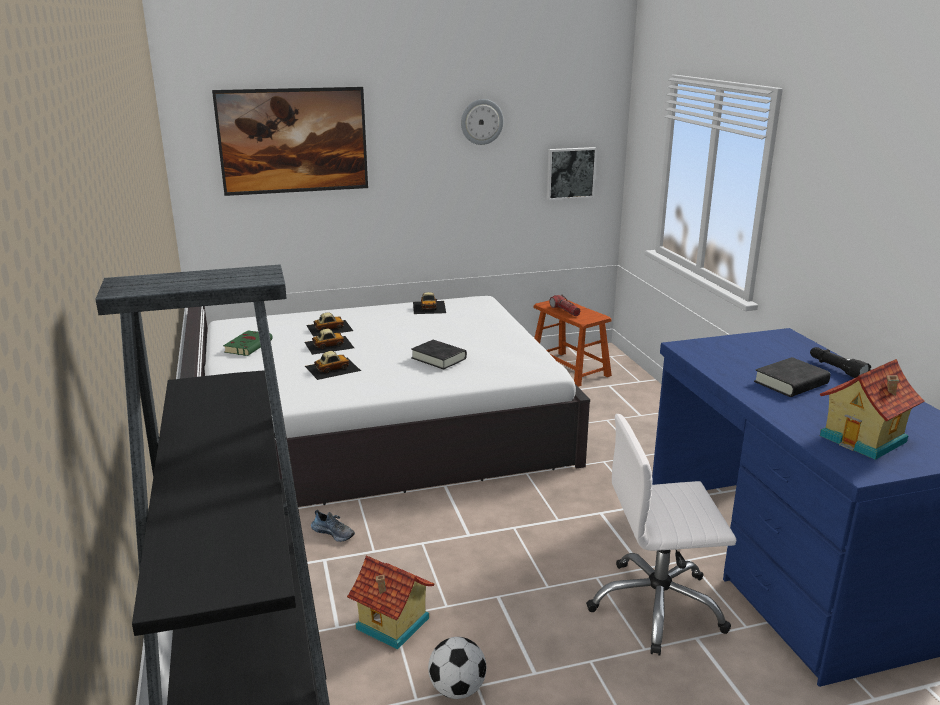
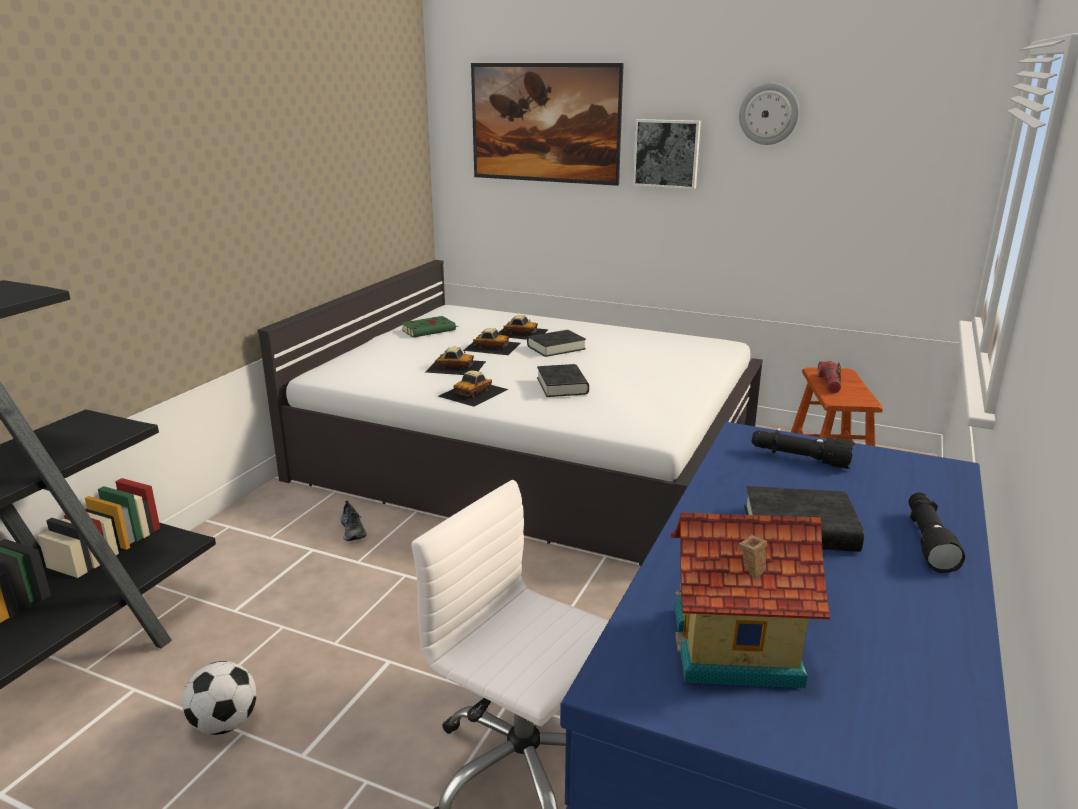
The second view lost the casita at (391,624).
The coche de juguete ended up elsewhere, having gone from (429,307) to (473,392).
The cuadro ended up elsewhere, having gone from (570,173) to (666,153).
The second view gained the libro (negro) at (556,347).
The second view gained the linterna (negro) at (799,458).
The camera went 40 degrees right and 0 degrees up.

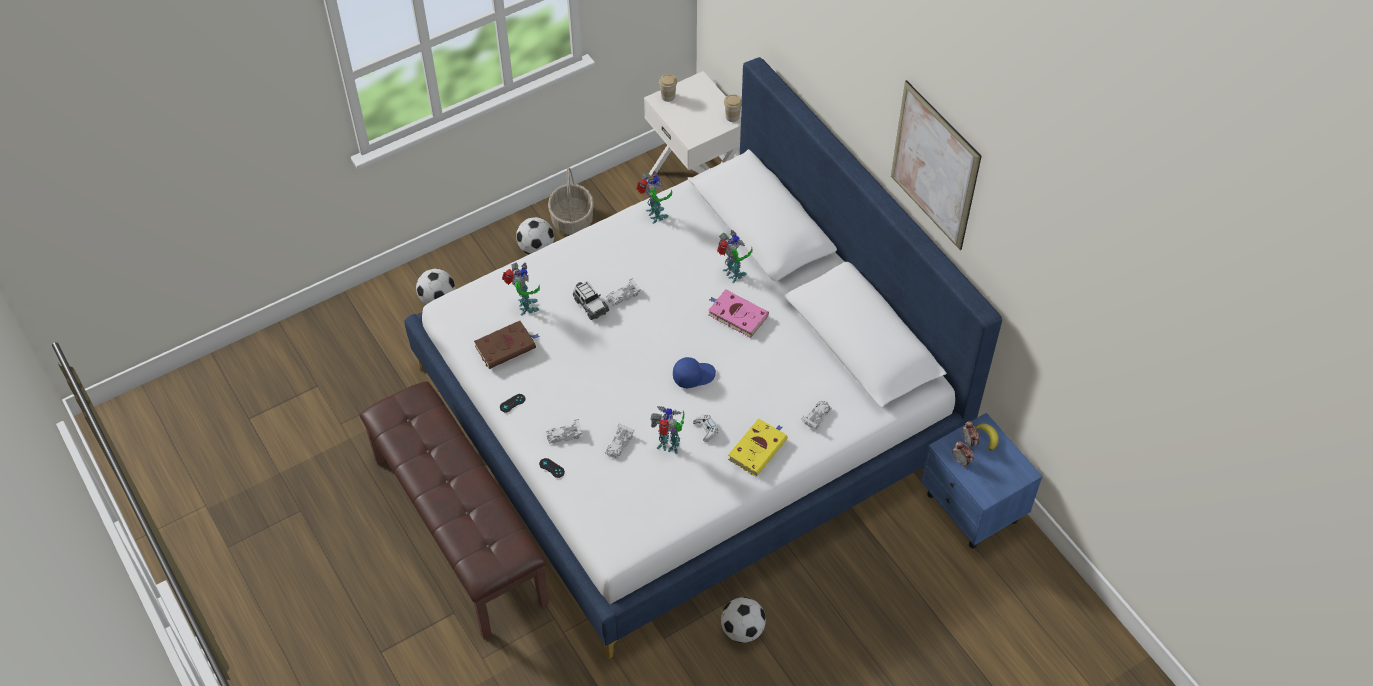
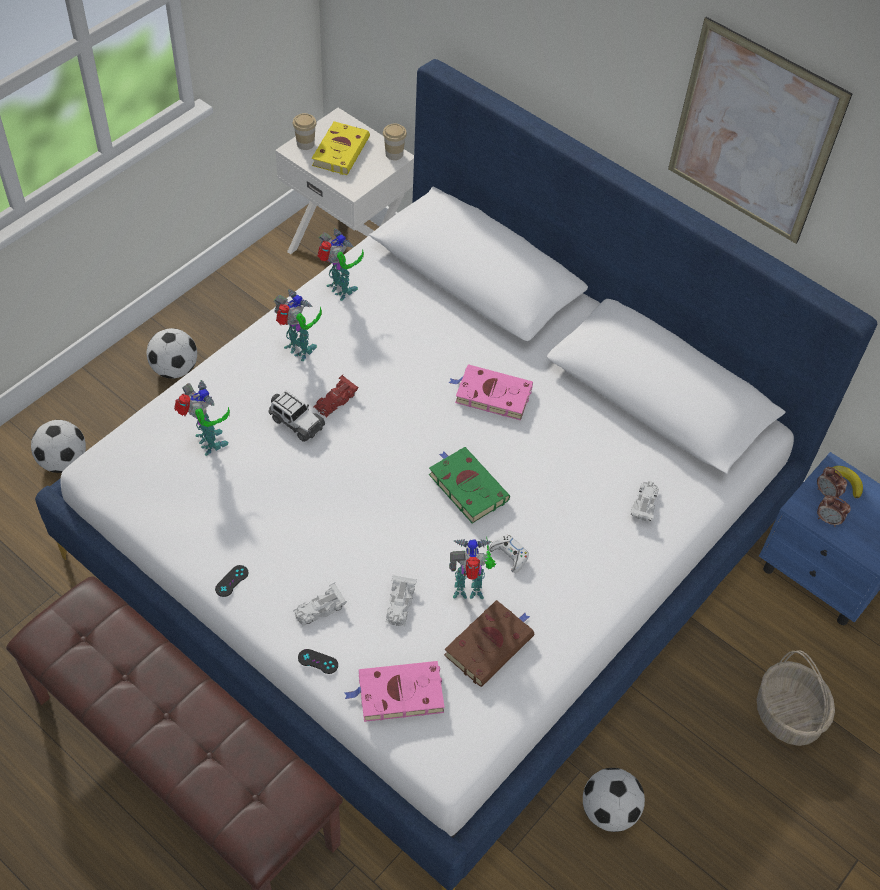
The libro (marrón) ended up elsewhere, having gone from (506,346) to (490,644).
The cesta ended up elsewhere, having gone from (572,220) to (788,715).
What was the coche de juguete (blanco) at (623,296) turned into the coche de juguete (rojo) at (335,400).
Where the gorra (azul) stood at (693,375), the libro (verde) came to stand at (466,486).
The robot de juguete ended up elsewhere, having gone from (732,275) to (299,351).
The libro (amarillo) ended up elsewhere, having gone from (758,448) to (341,150).
The second view gained the libro (rosa) at (398,694).
The camera went 20 degrees left and 0 degrees up.

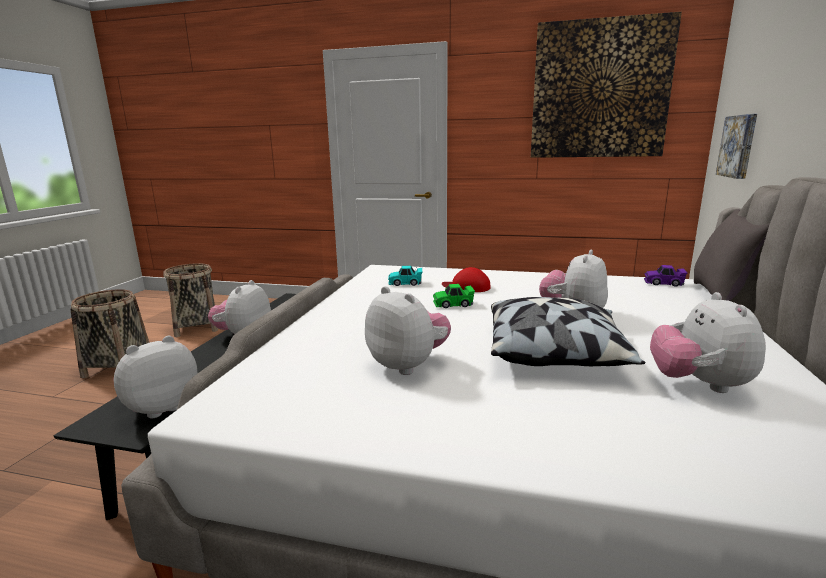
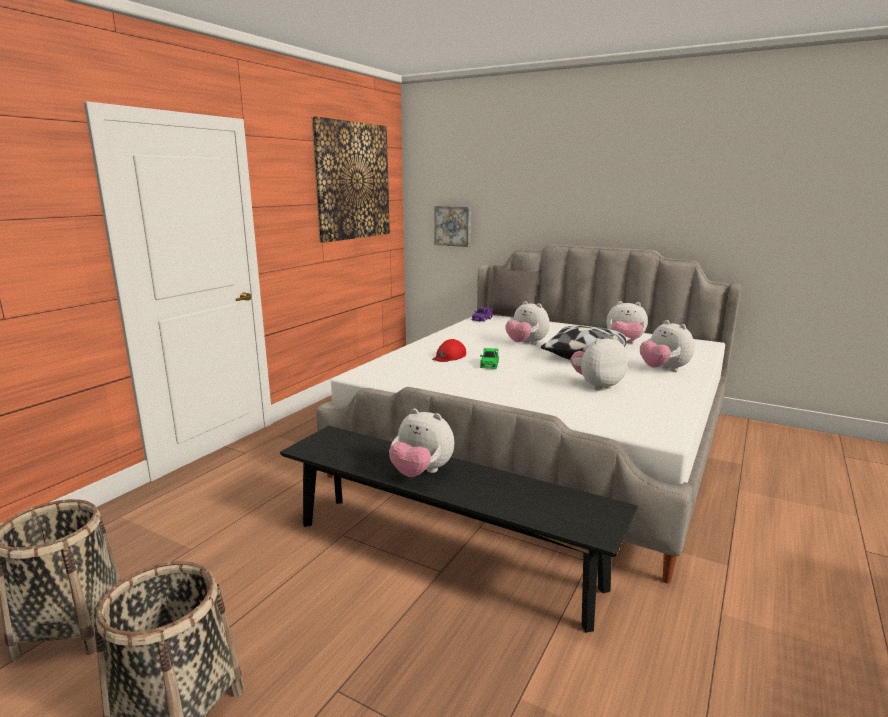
The peluche ended up elsewhere, having gone from (161,407) to (664,369).
The second view lost the coche de juguete (turquesa) at (405,283).
The camera went 75 degrees left and 0 degrees up.

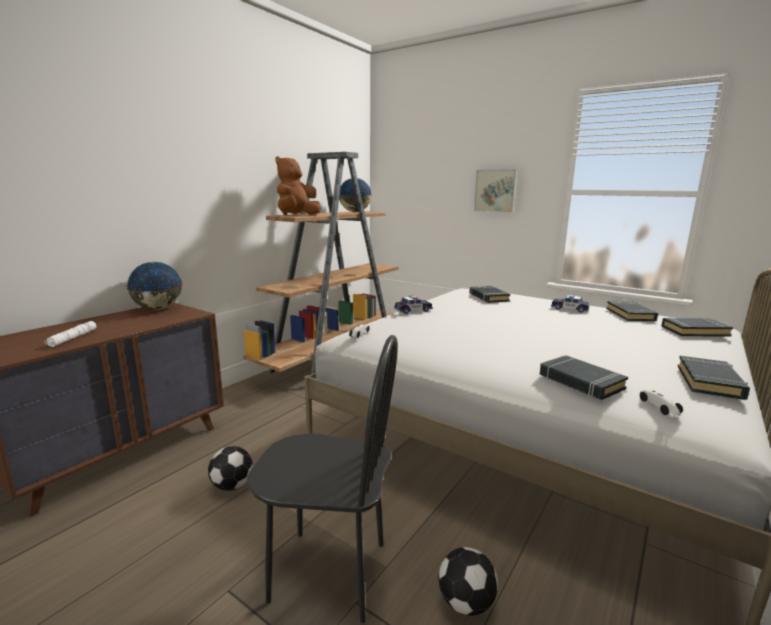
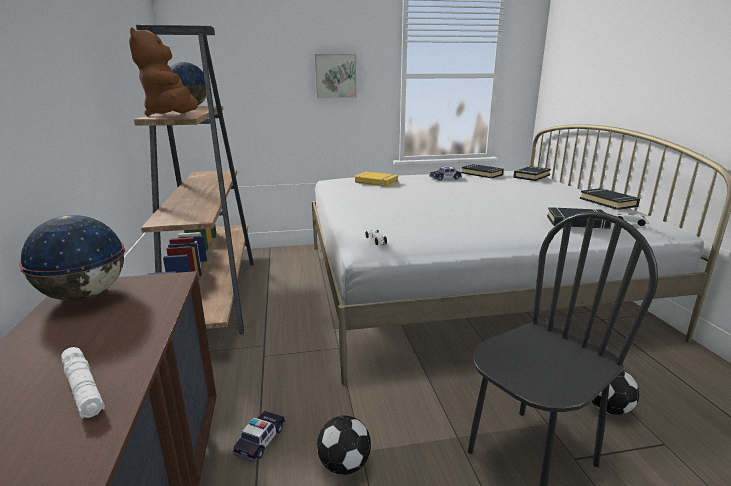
The coche de juguete ended up elsewhere, having gone from (413,310) to (260,440).
What was the libro (negro) at (488,297) turned into the libro (amarillo) at (376,182).
The camera went 45 degrees left and 5 degrees up.

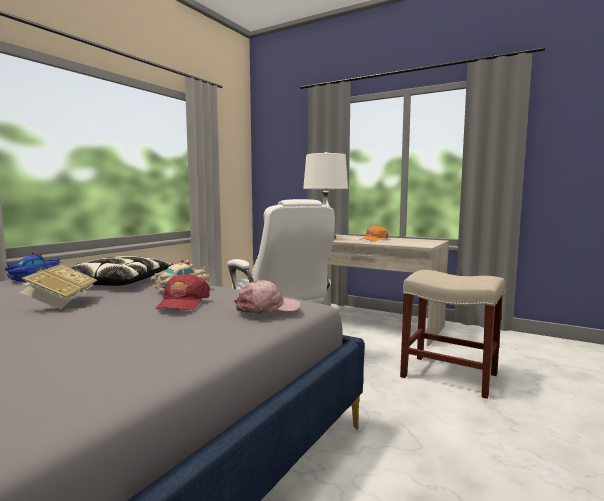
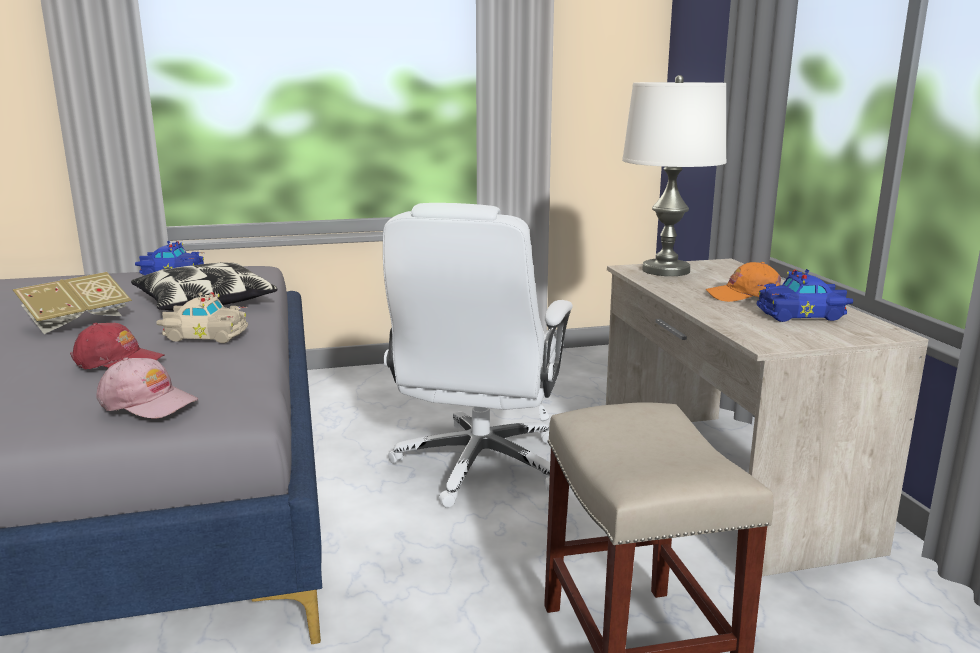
The gorra (rojo) at (183,303) ended up facing another way, 135 degrees counterclockwise from before.
The second view gained the coche de juguete (azul) at (802,315).
The camera went 45 degrees right and 10 degrees up.

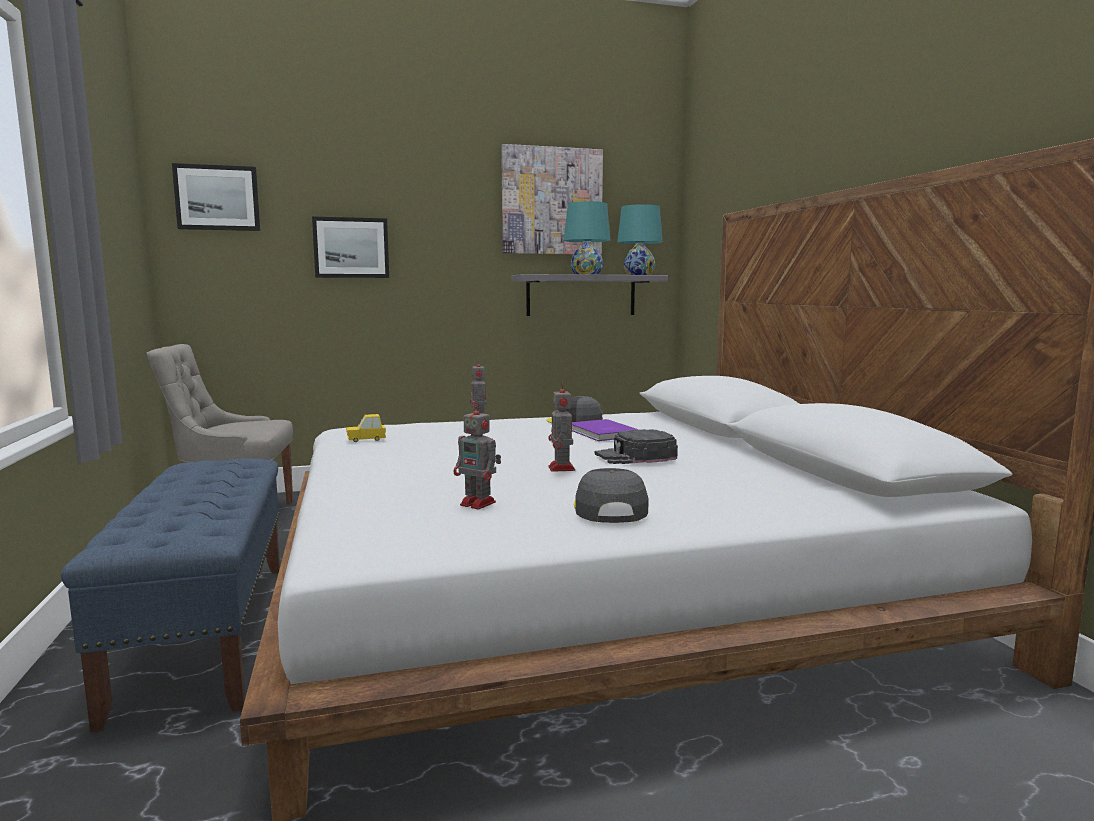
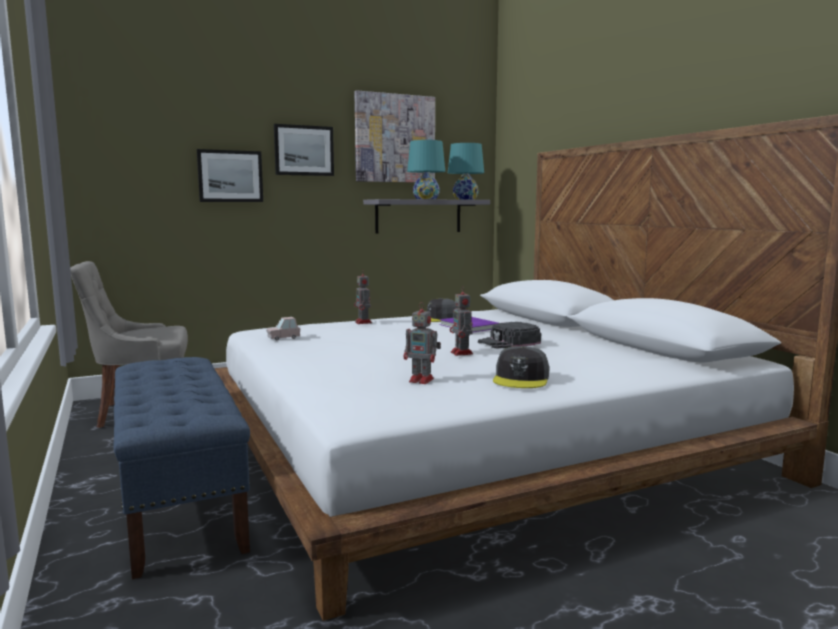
The cuadro ended up elsewhere, having gone from (217,198) to (304,150).
What was the coche de juguete (amarillo) at (366,439) turned into the coche de juguete (rosa) at (283,338).
The gorra (gris) at (609,509) ended up facing another way, 150 degrees counterclockwise from before.
The camera went 10 degrees left and 0 degrees up.

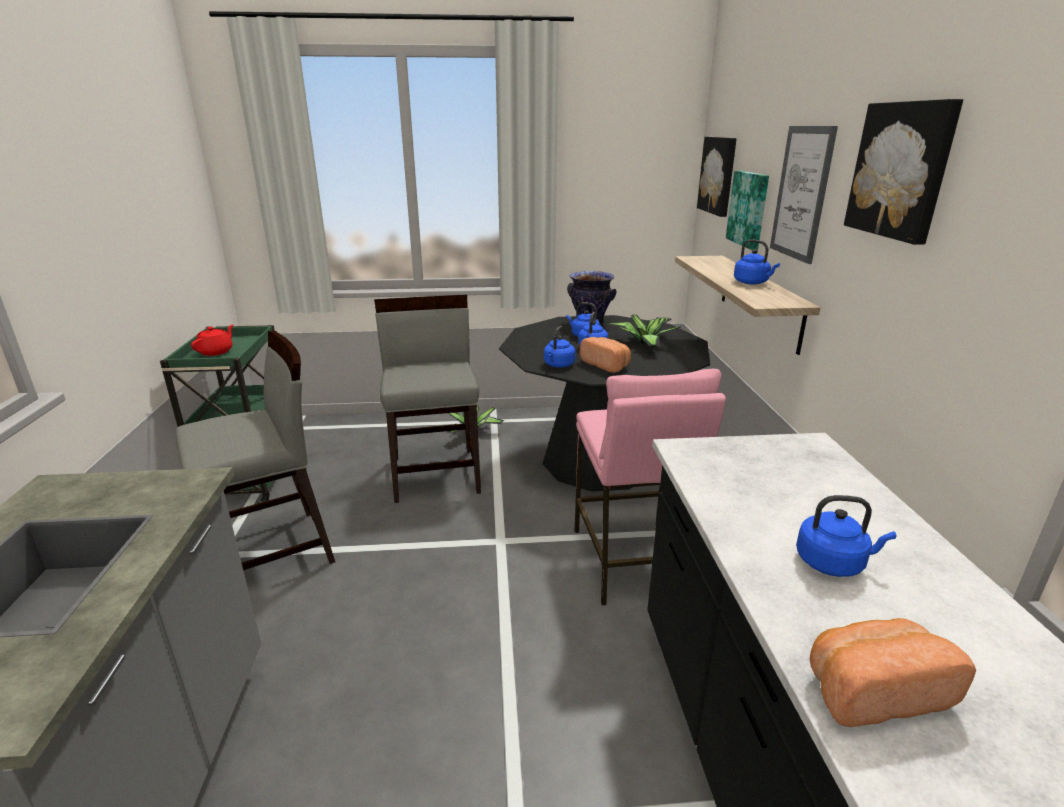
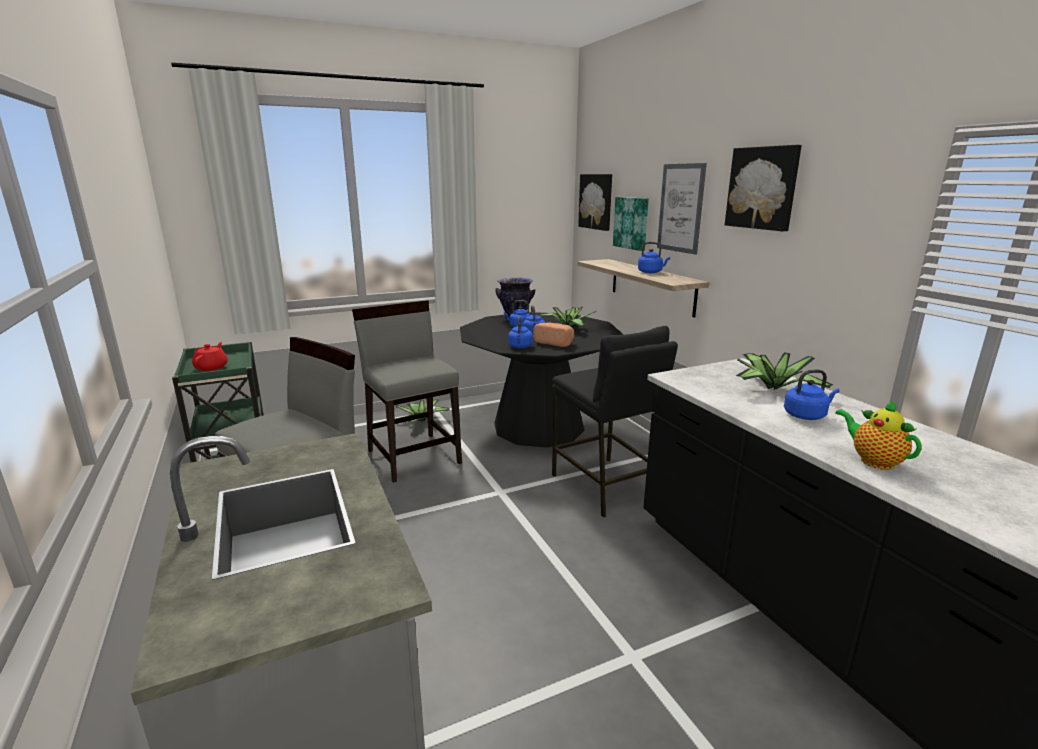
What was the taburete (rosa) at (631,561) turned into the taburete (negro) at (605,486).
Where the pan stood at (873,690), the tetera came to stand at (873,461).
The second view gained the planta en maceta at (772,389).
The camera went 20 degrees left and 5 degrees down.

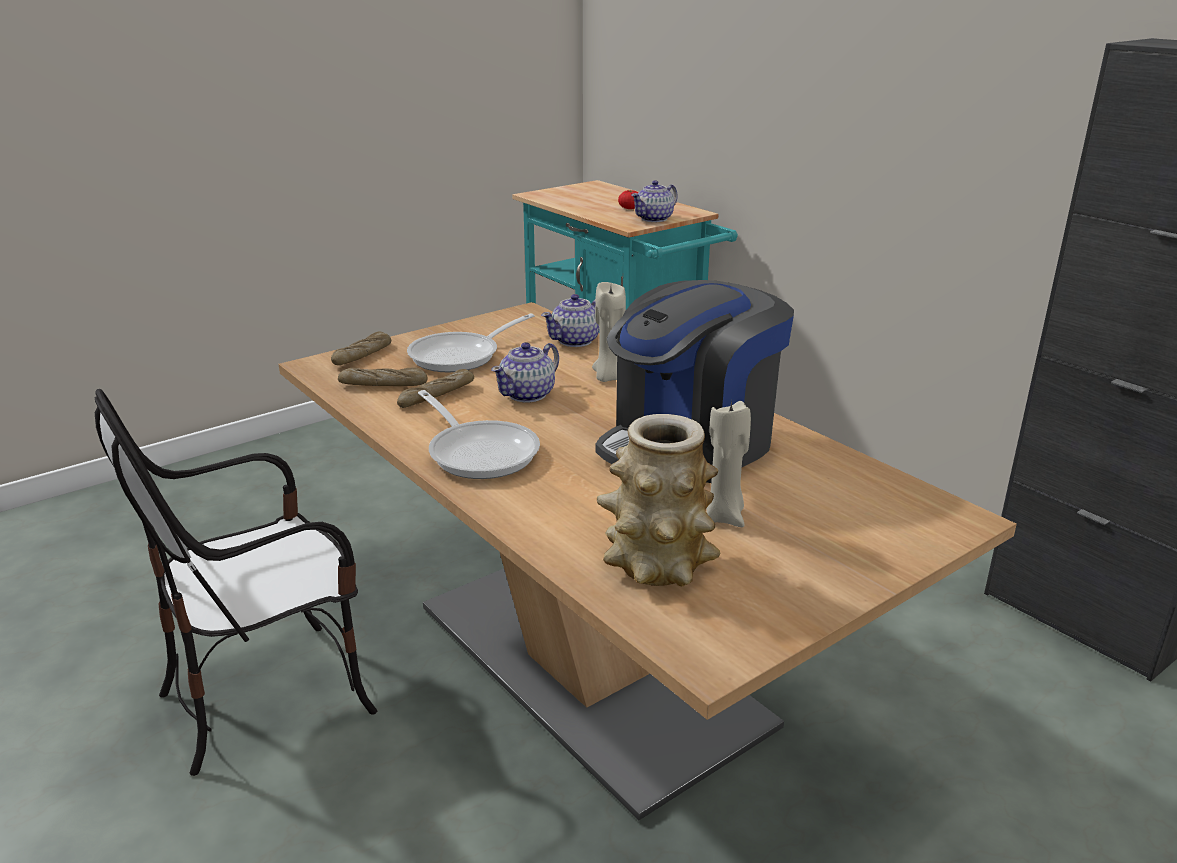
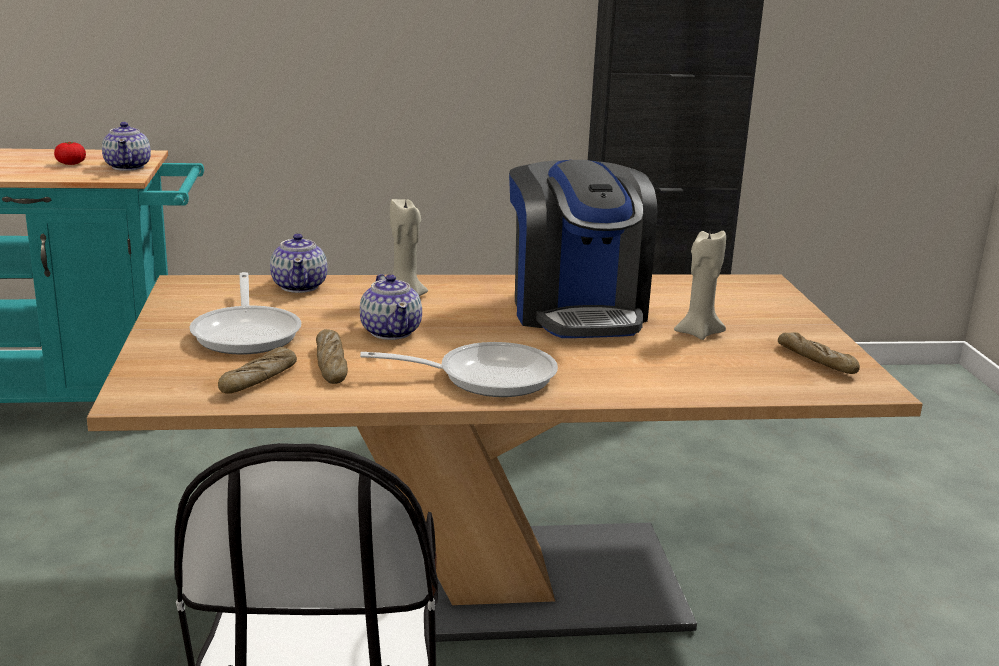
The pan ended up elsewhere, having gone from (362,355) to (816,361).
The second view lost the florero at (657,564).
The camera went 60 degrees left and 5 degrees down.

